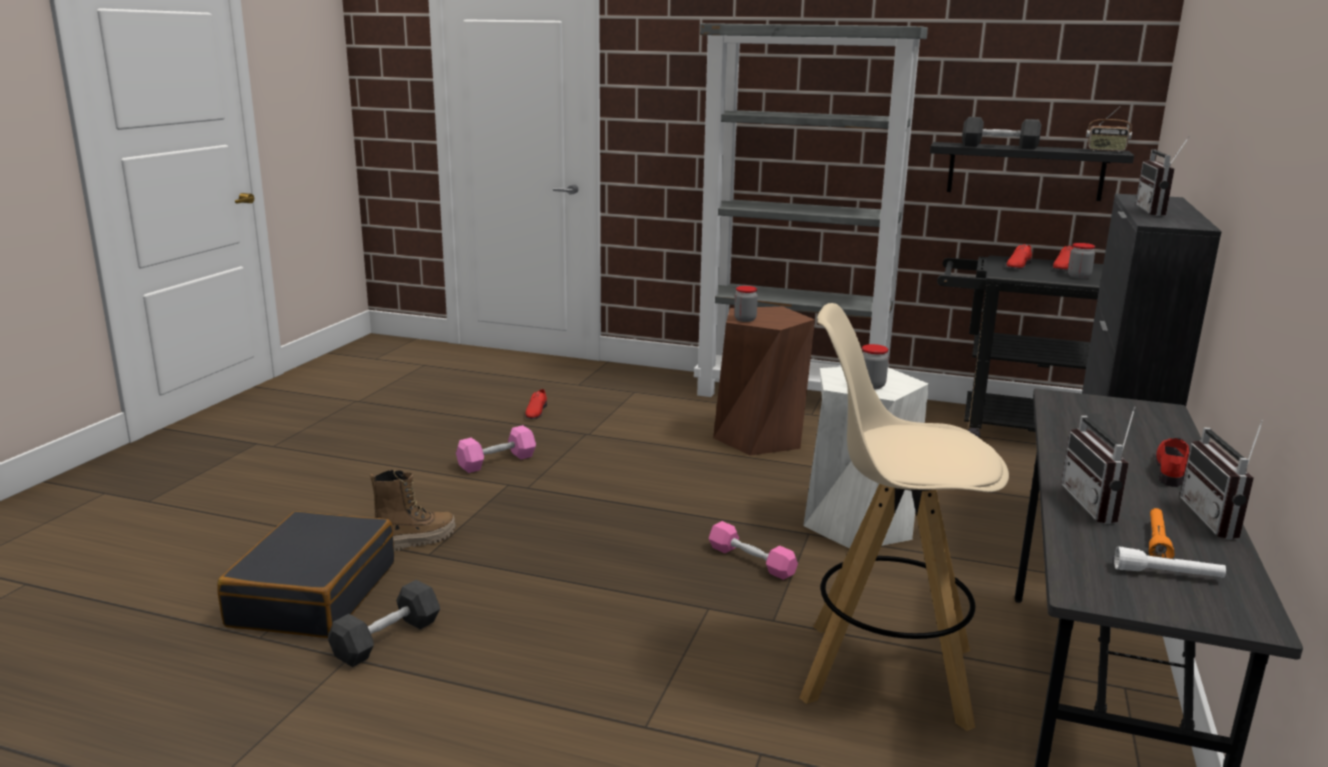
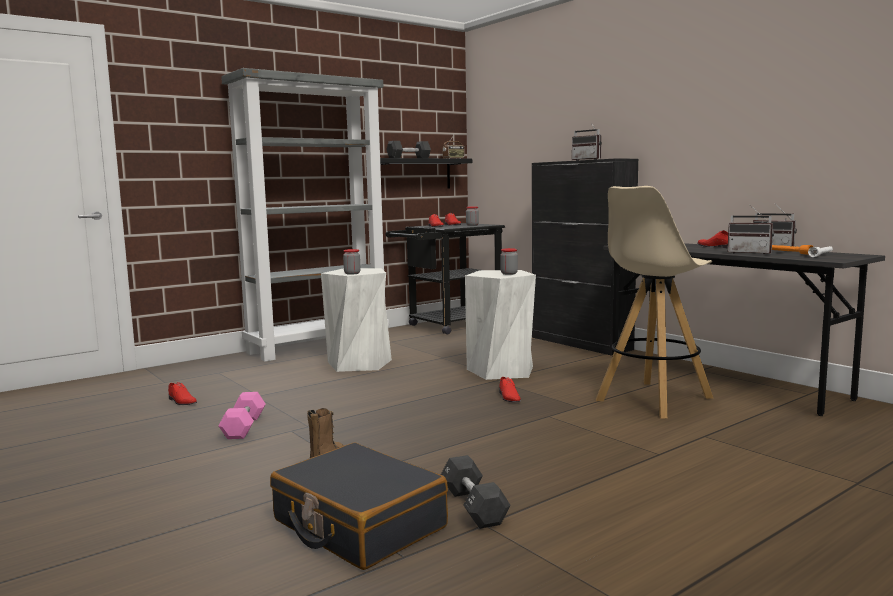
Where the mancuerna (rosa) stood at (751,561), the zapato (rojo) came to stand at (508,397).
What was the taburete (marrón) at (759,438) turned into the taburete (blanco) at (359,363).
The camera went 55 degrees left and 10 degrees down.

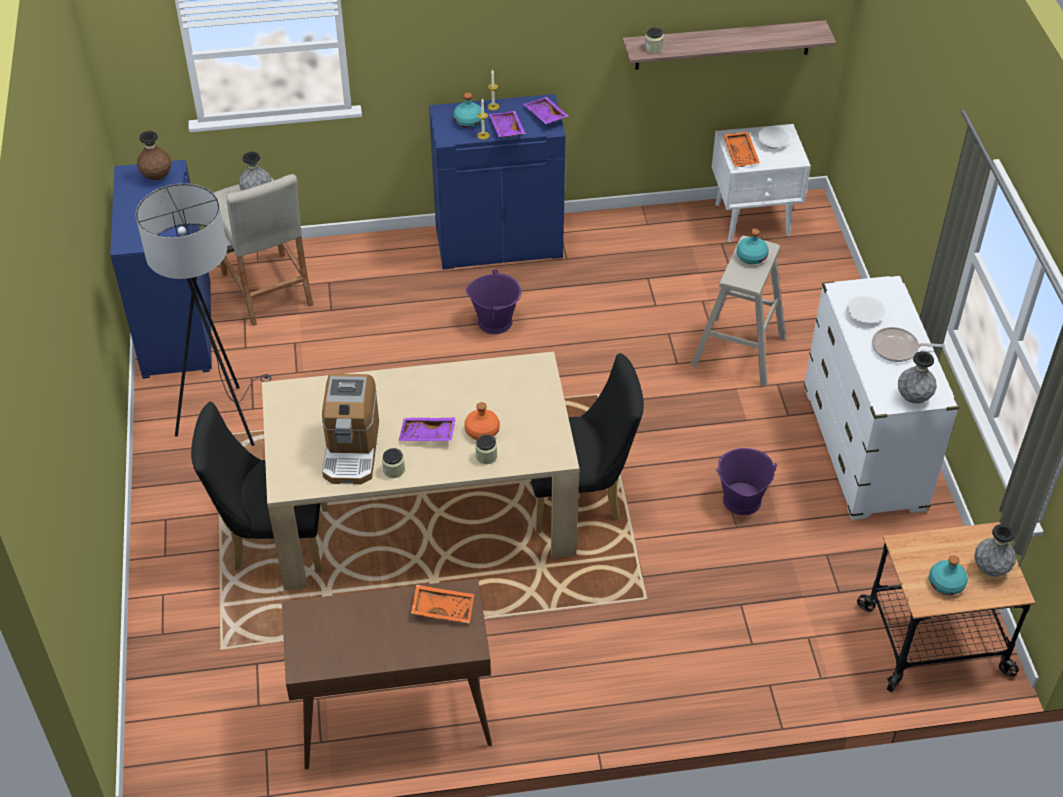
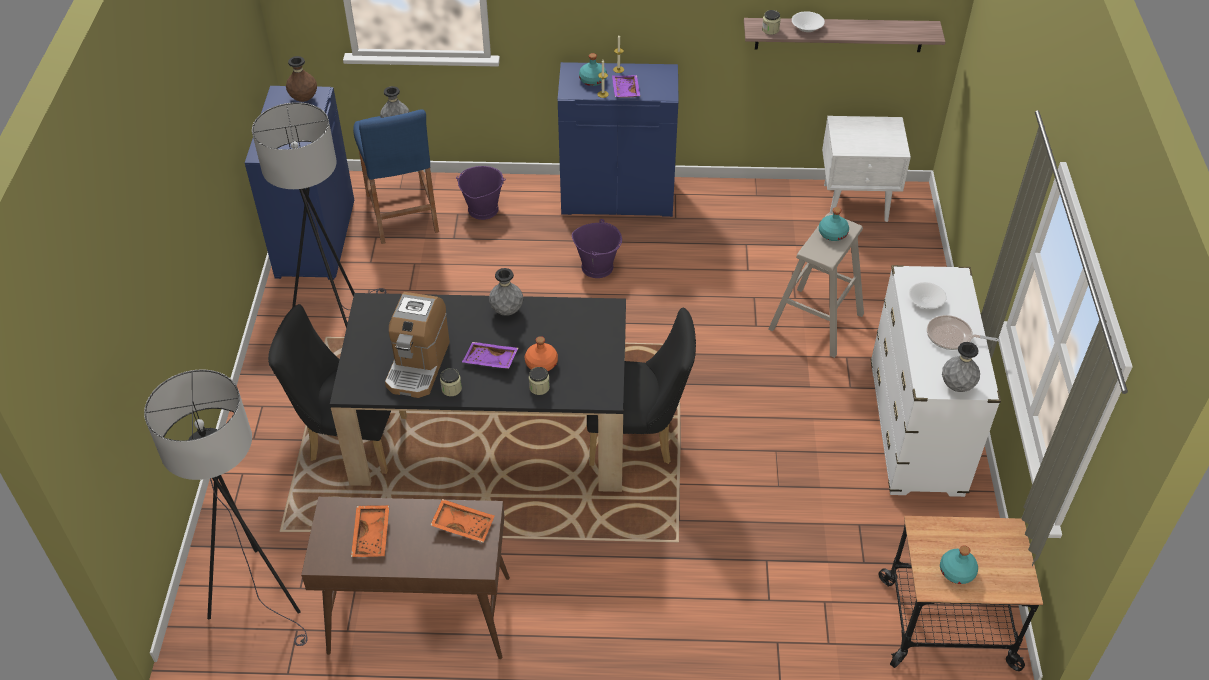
What was the taburete (beis) at (267,289) turned into the taburete (azul) at (402,213).
What was the mesa de comedor (beis) at (423,512) turned into the mesa de comedor (negro) at (491,431).
The second view lost the bandeja (morado) at (545,116).
The cubo (morado) ended up elsewhere, having gone from (741,500) to (482,209).
The bandeja (naranja) ended up elsewhere, having gone from (741,154) to (372,535).
The cuenco (blanco) ended up elsewhere, having gone from (773,143) to (807,27).
The florero (gris) ended up elsewhere, having gone from (990,569) to (507,311).
The second view gained the lámpara de pie (gris) at (262,595).
The camera went 10 degrees right and 0 degrees up.

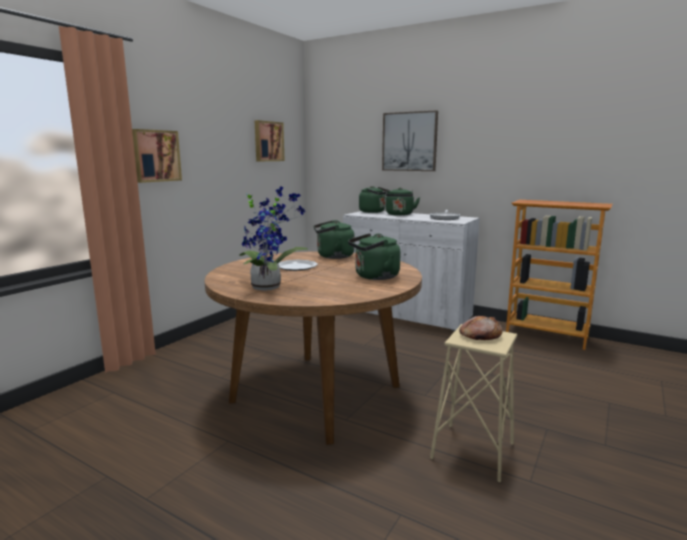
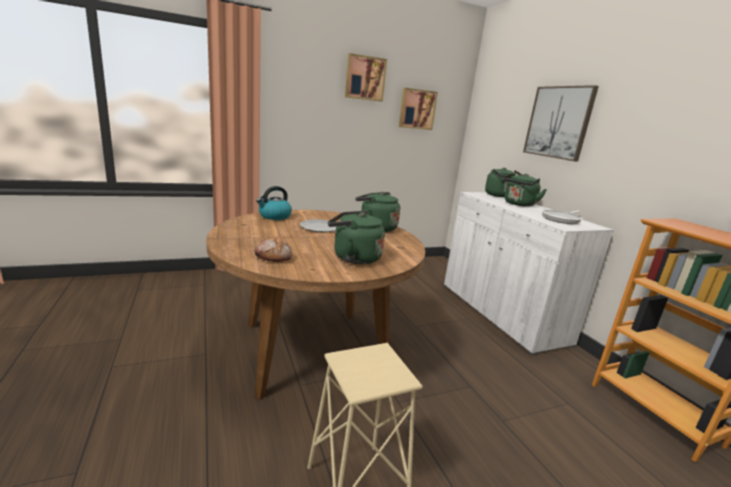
The cuadro ended up elsewhere, having gone from (155,156) to (365,78).
The second view lost the planta en maceta at (269,286).
The pan ended up elsewhere, having gone from (480,335) to (274,257).
The second view gained the hervidor at (274,216).
The camera went 35 degrees right and 5 degrees up.

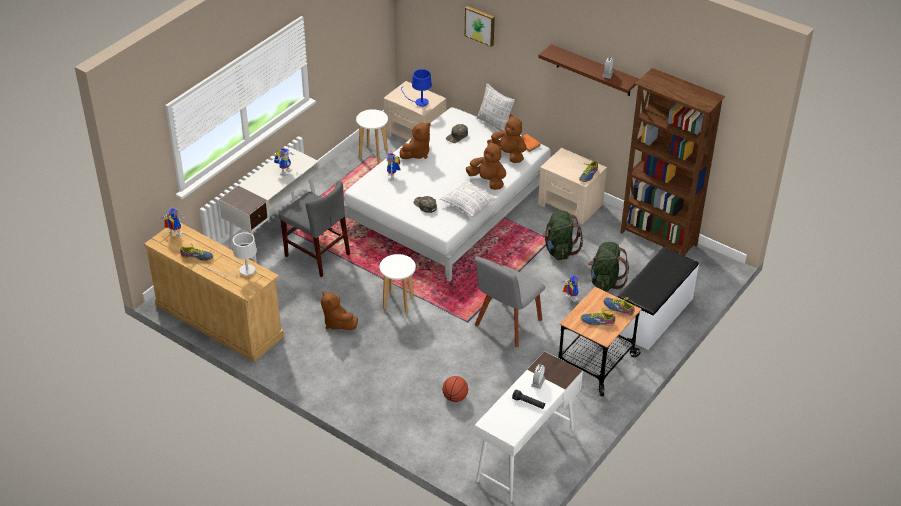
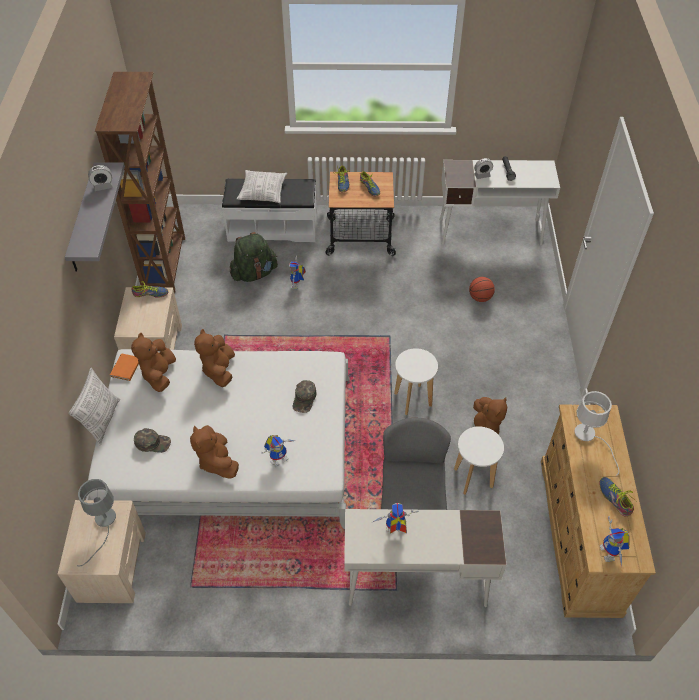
The taburete (blanco) ended up elsewhere, having gone from (373,154) to (473,478).
The peluche (marrón) at (417,153) ended up facing another way, 120 degrees counterclockwise from before.
What was the lámpara de mesa (azul) at (418,102) turned into the lámpara de mesa (gris) at (104,524).
The cojín ended up elsewhere, having gone from (469,204) to (263,192).
The second view lost the cuadro at (480,25).
The second view lost the silla (gris) at (506,325).
What was the estante (marrón) at (593,71) turned into the estante (gris) at (83,219).
The second view lost the mochila (verde) at (559,250).
The camera went 125 degrees left and 10 degrees up.

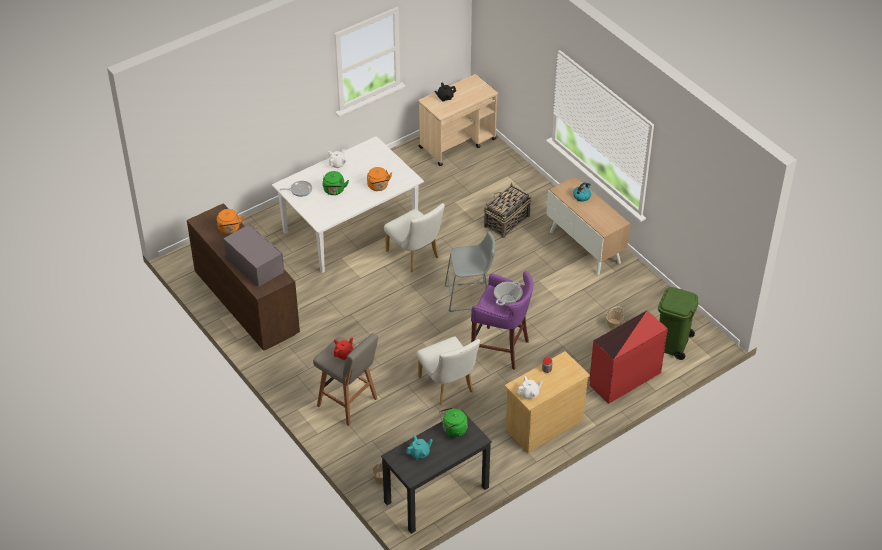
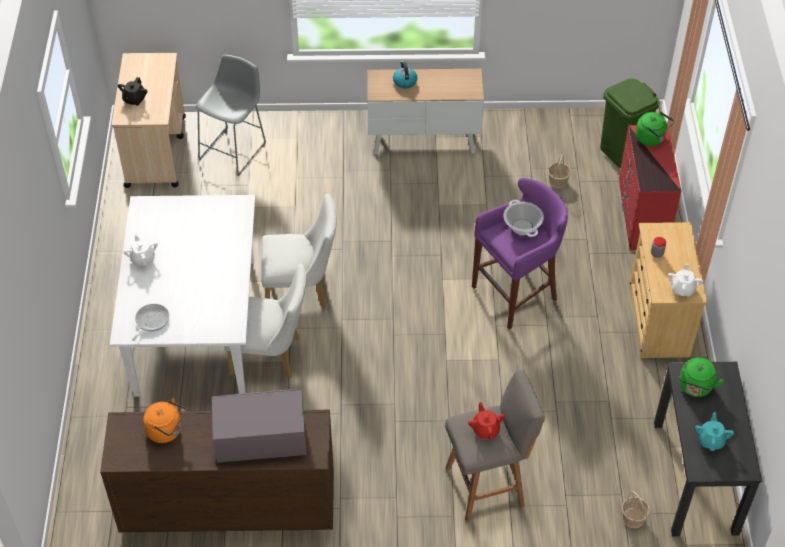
The hervidor (verde) ended up elsewhere, having gone from (334,191) to (651,139).
The second view lost the hervidor (naranja) at (378,186).
The silla (blanco) ended up elsewhere, having gone from (448,387) to (271,356).
The taburete (gris) ended up elsewhere, having gone from (470,297) to (235,149).
The second view lost the cesta at (506,221).
The camera went 55 degrees left and 5 degrees up.

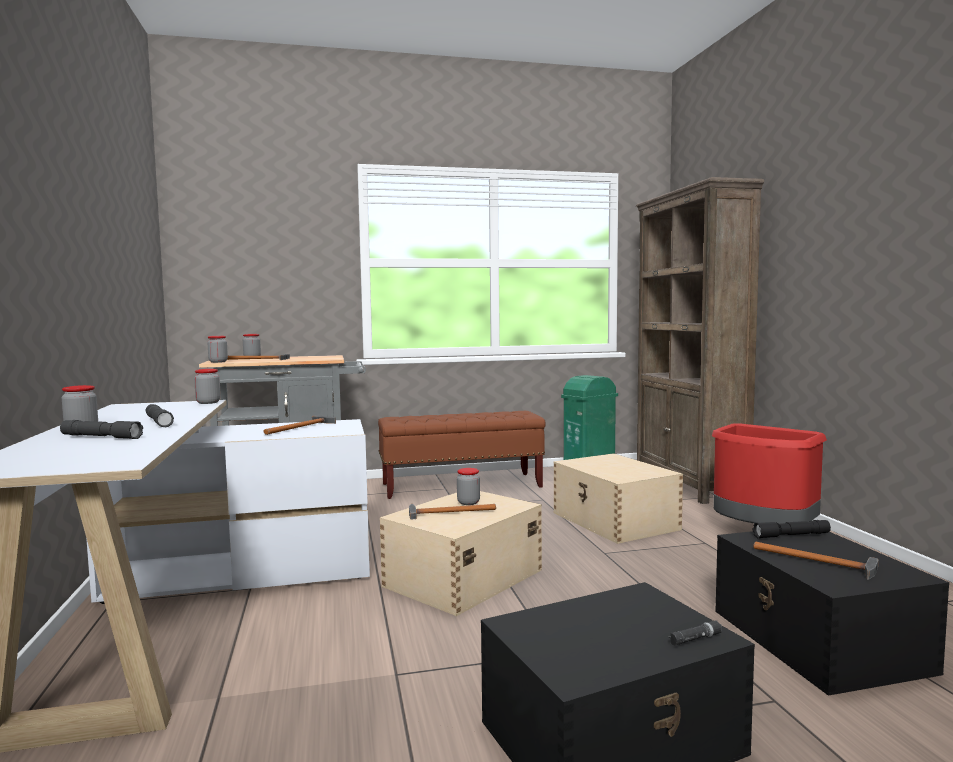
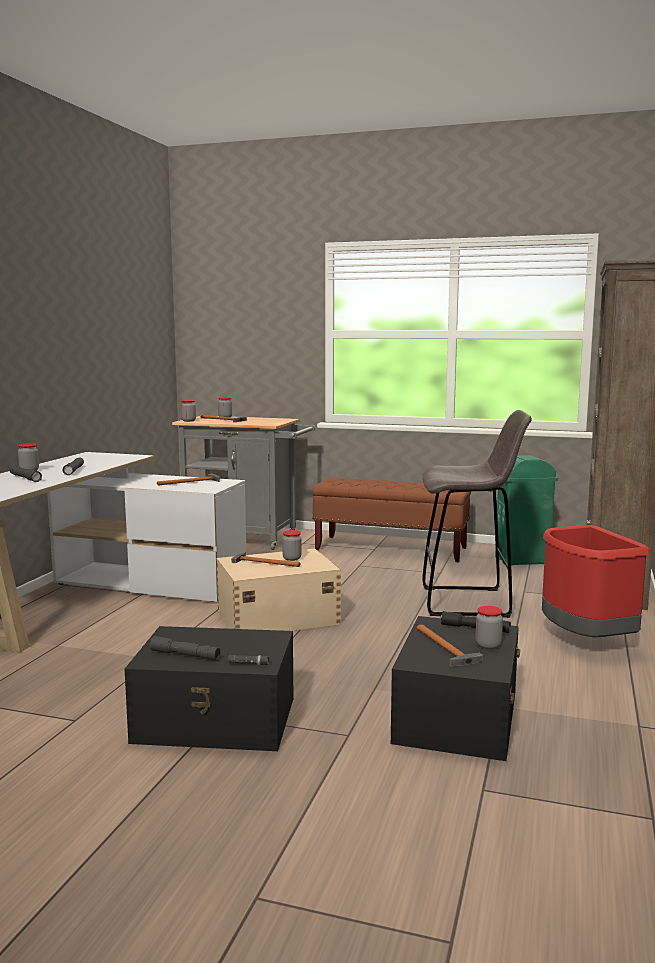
The tarro ended up elsewhere, having gone from (208,402) to (488,645).
Where the caja de almacenaje (beis) stood at (615,521), the taburete (gris) came to stand at (468,602).
The second view gained the linterna (gris) at (185,655).
The camera went 30 degrees right and 5 degrees up.

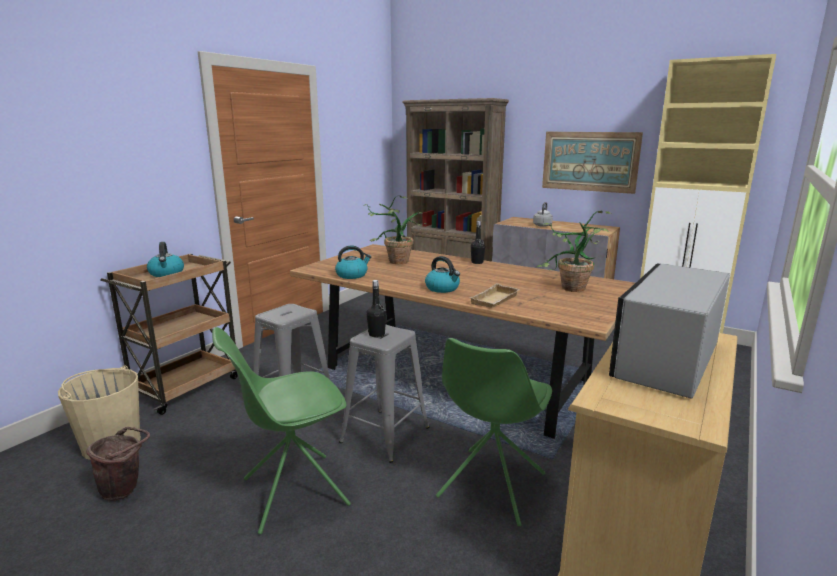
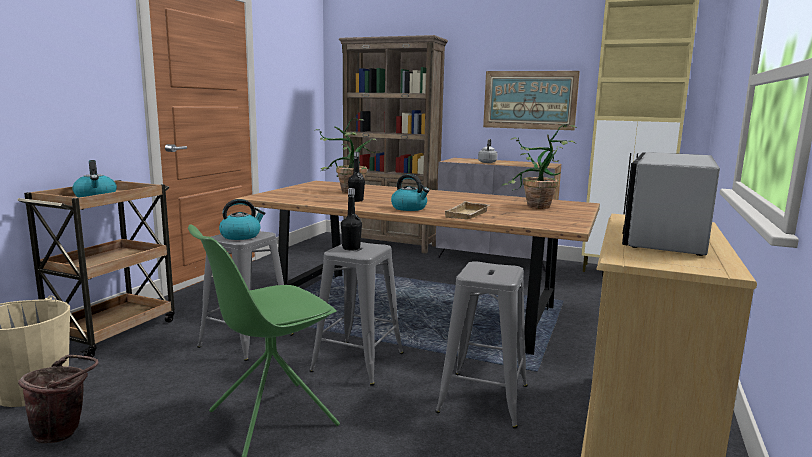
The hervidor ended up elsewhere, having gone from (352,275) to (241,236).
Where the silla (verde) stood at (490,486), the taburete (gris) came to stand at (483,398).
The botella (negro) ended up elsewhere, having gone from (477,262) to (356,200).
The camera went 10 degrees left and 5 degrees down.

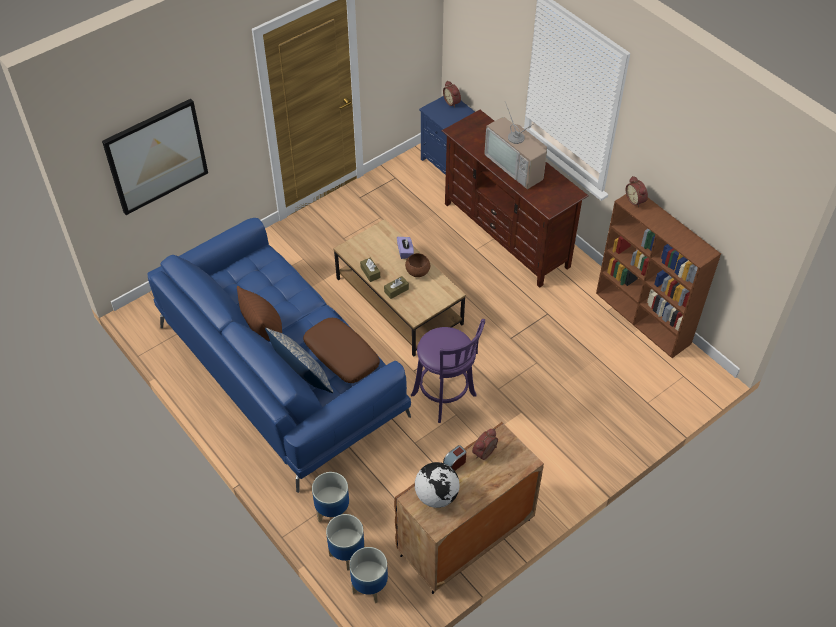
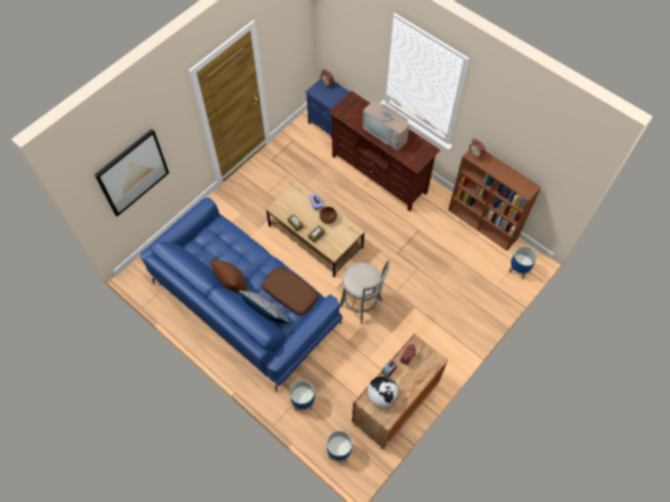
The maceta ended up elsewhere, having gone from (347,554) to (519,270).
What was the taburete (morado) at (446,397) turned into the taburete (gris) at (362,305).
The camera went 10 degrees left and 10 degrees up.

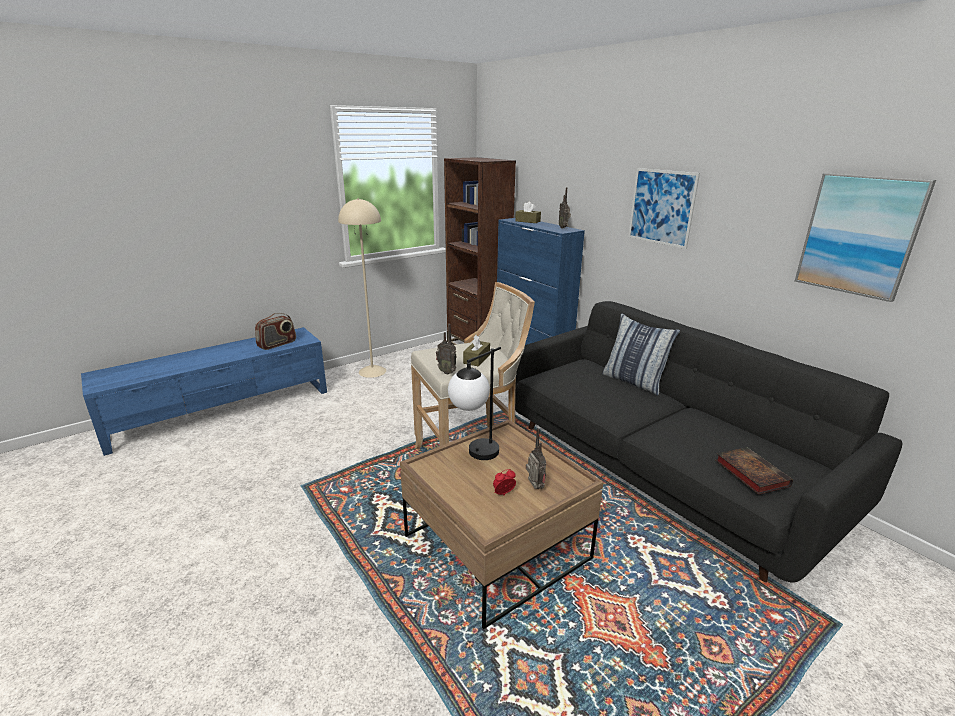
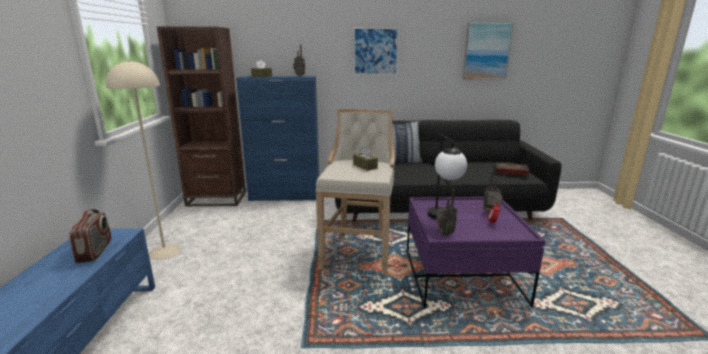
What was the mesa de centro (marrón) at (497,547) turned into the mesa de centro (morado) at (462,276).
The radio ended up elsewhere, having gone from (447,372) to (444,234).
The camera went 55 degrees left and 5 degrees down.

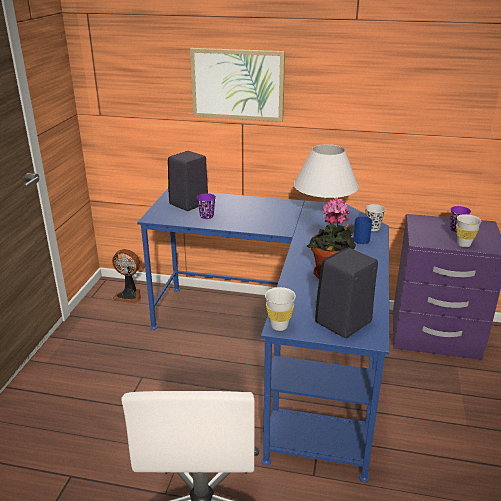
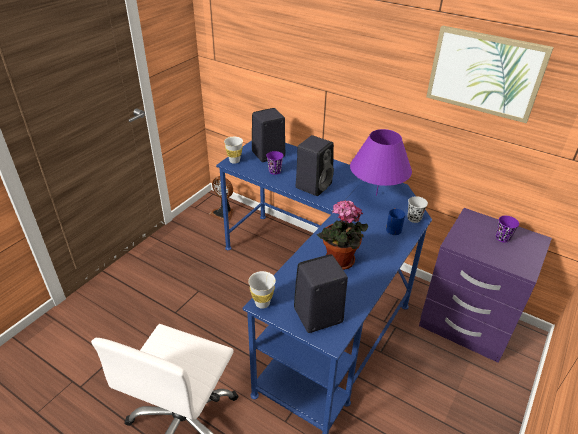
The cuadro ended up elsewhere, having gone from (238,84) to (485,73).
What was the lámpara de mesa (blanco) at (323,217) turned into the lámpara de mesa (morado) at (376,195).
The taza (blanco) ended up elsewhere, having gone from (463,244) to (234,161).
The second view gained the altavoz (negro) at (314,185).
The camera went 20 degrees right and 10 degrees up.

